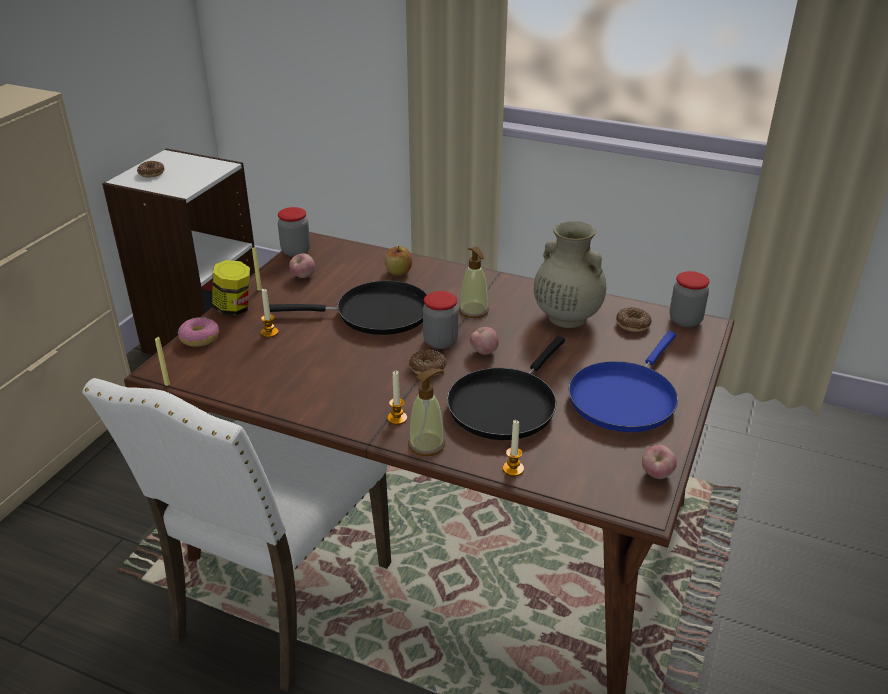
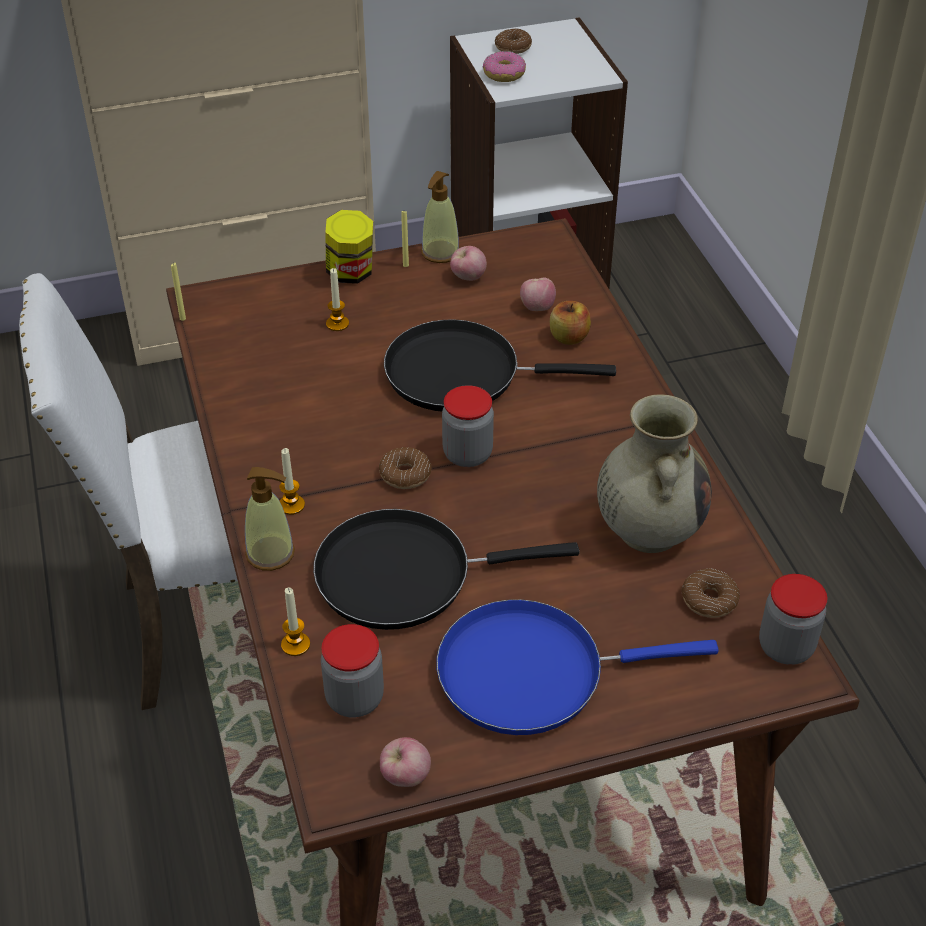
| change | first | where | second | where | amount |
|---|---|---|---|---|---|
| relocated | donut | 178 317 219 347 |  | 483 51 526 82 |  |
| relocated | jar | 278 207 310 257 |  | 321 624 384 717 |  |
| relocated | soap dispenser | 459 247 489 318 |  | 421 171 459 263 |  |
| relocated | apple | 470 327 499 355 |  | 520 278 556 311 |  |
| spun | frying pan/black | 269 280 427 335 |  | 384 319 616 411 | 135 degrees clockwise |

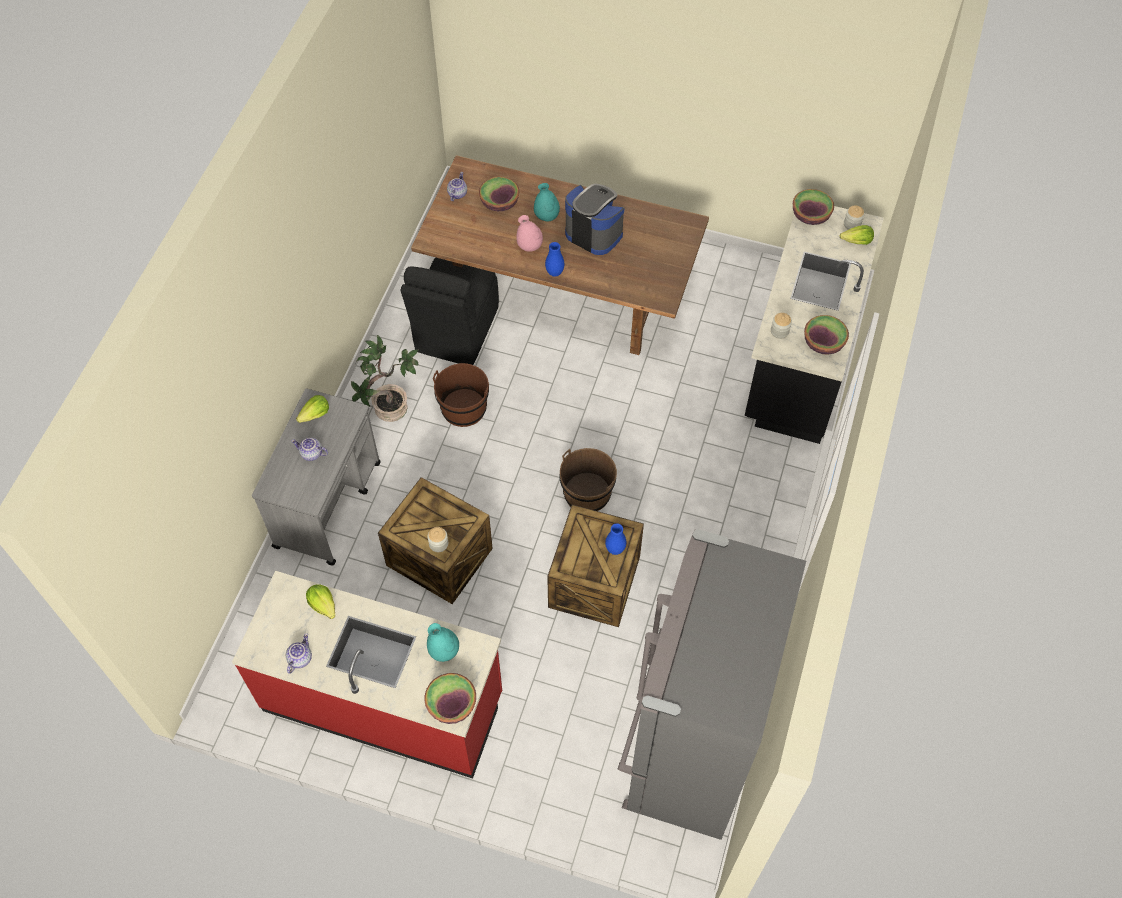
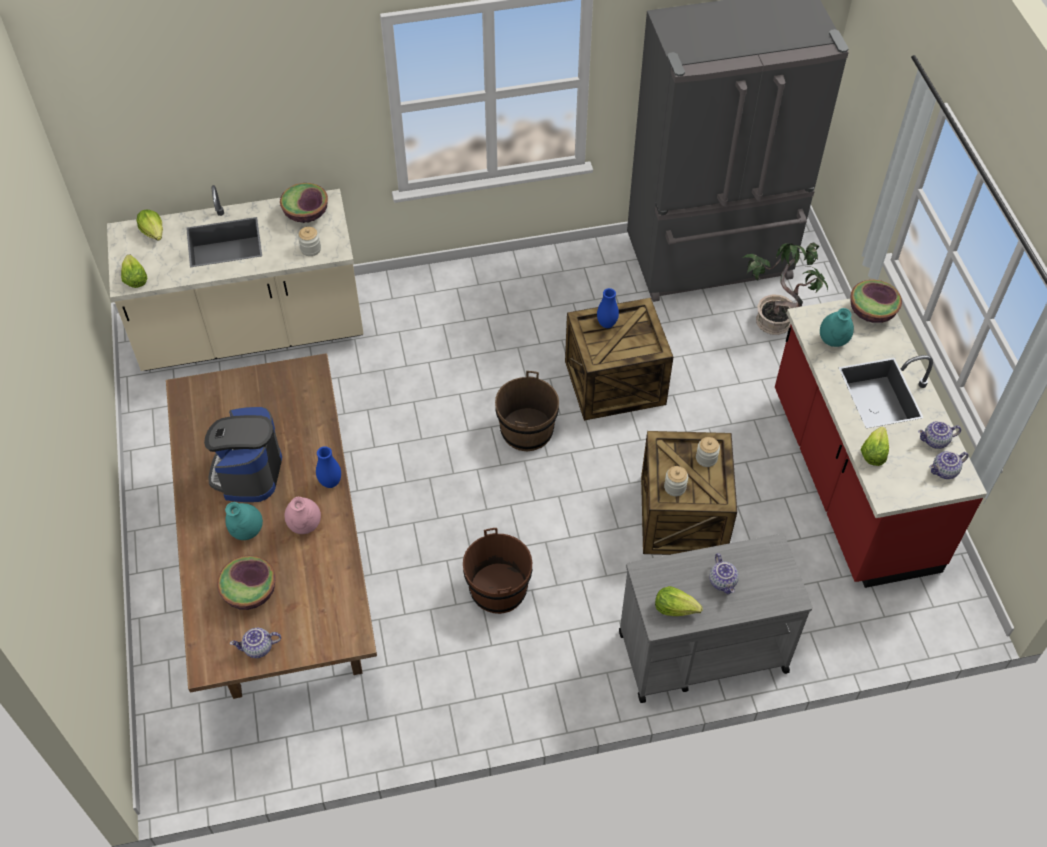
| change | first | where | second | where | amount |
|---|---|---|---|---|---|
| missing | chair/black | 401 257 499 365 |  |  |  |
| appeared |  |  | teapot | 930 451 969 479 |  |
| relocated | potted plant | 351 334 419 422 |  | 741 243 828 335 |  |
| relocated | jar | 844 206 864 230 |  | 664 466 688 496 |  |
| exchanged | bowl | 793 189 834 225 | lettuce | 121 254 148 288 |  |
| colour | counter/black | 745 206 884 444 | counter/beige | 107 185 364 371 |  |

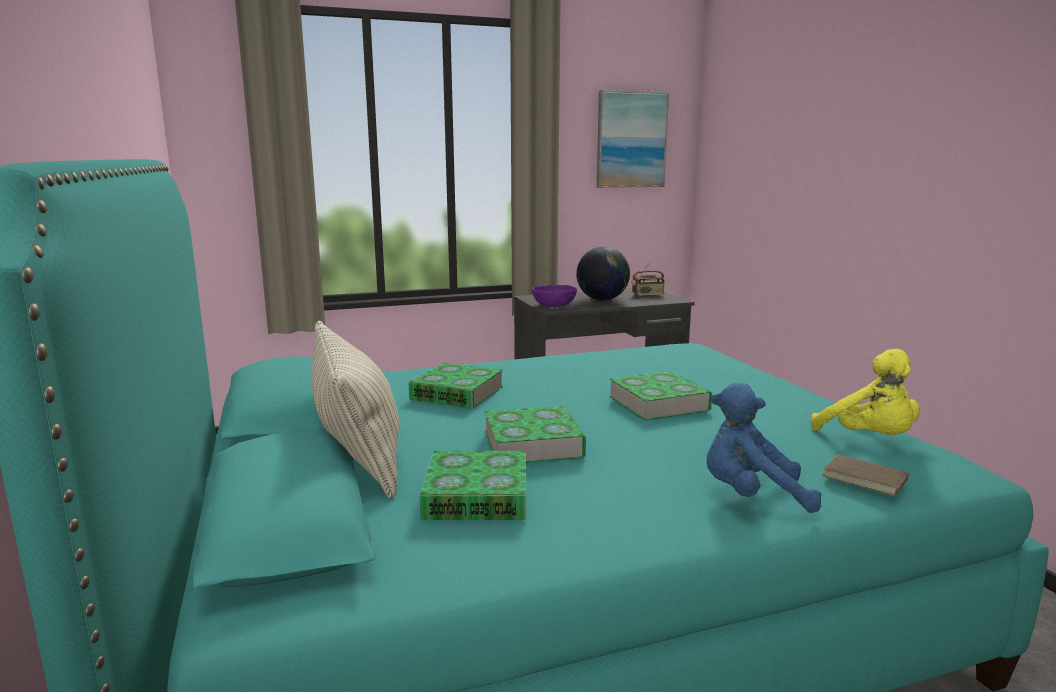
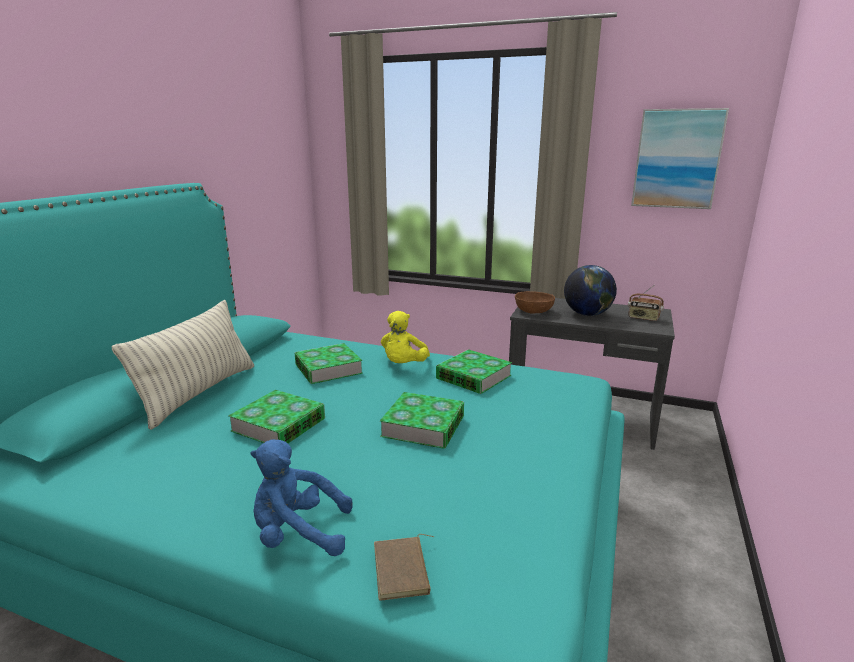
| change | first | where | second | where | amount |
|---|---|---|---|---|---|
| relocated | book | 420 451 526 520 |  | 436 349 512 394 |  |
| relocated | plush toy/yellow | 811 349 920 435 |  | 381 311 430 363 |  |
| colour | bowl/purple | 532 285 577 307 | bowl/brown | 515 291 555 314 |  |
| spun | plush toy/blue | 706 382 821 513 |  | 250 439 353 556 | 45 degrees counterclockwise |

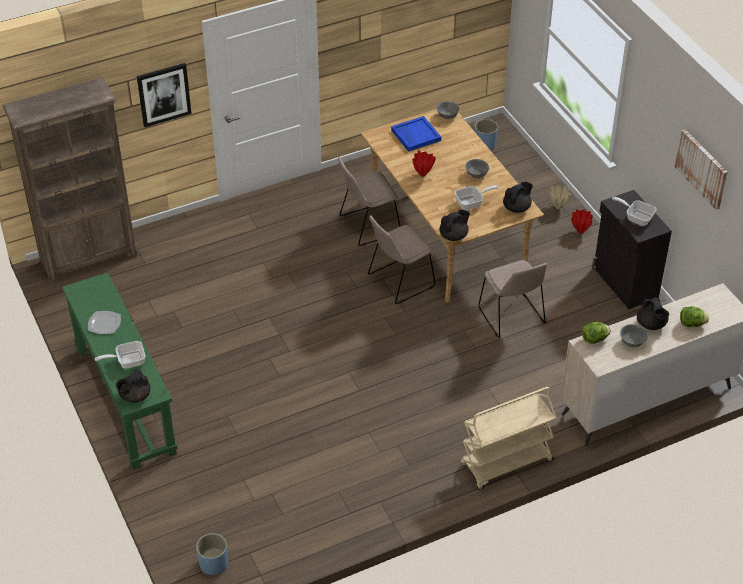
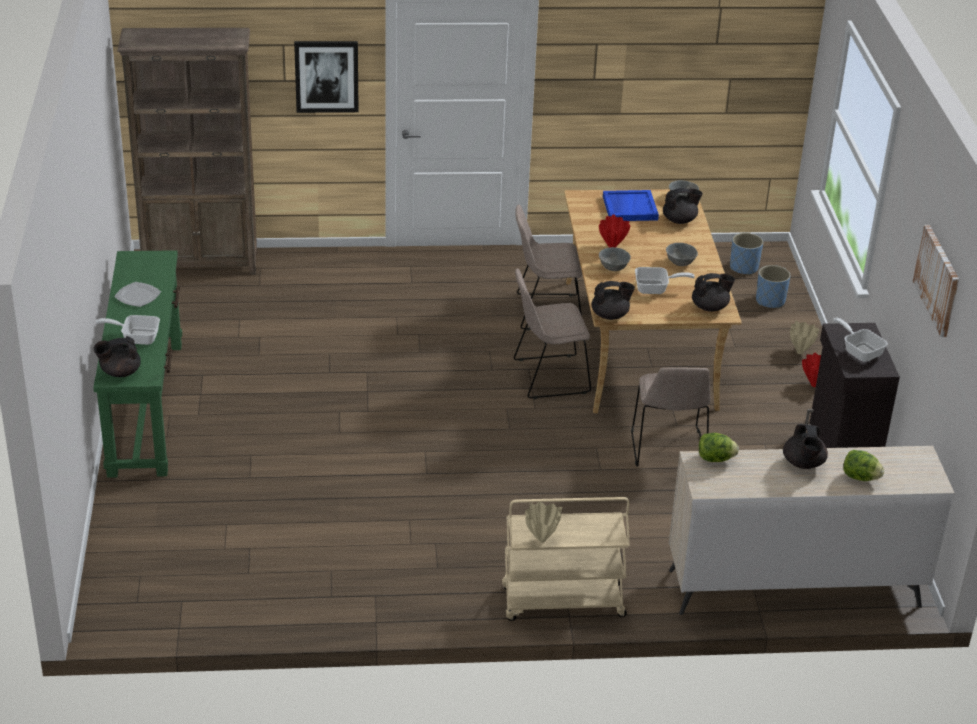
| change | first | where | second | where | amount |
|---|---|---|---|---|---|
| appeared |  |  | vase/beige | 525 502 562 542 |  |
| appeared |  |  | teapot/black | 663 188 703 224 |  |
| relocated | planter/blue | 196 533 228 575 |  | 756 265 791 309 |  |
| relocated | bowl/grey | 620 324 648 347 |  | 599 247 631 271 |  |

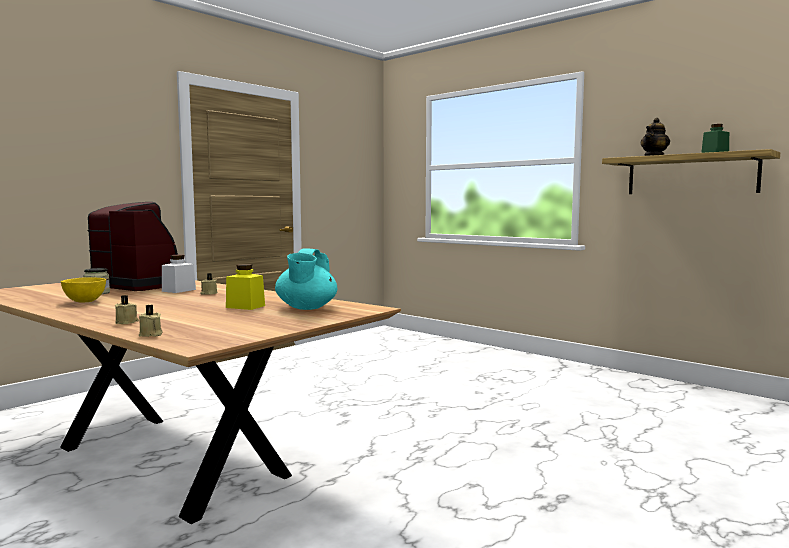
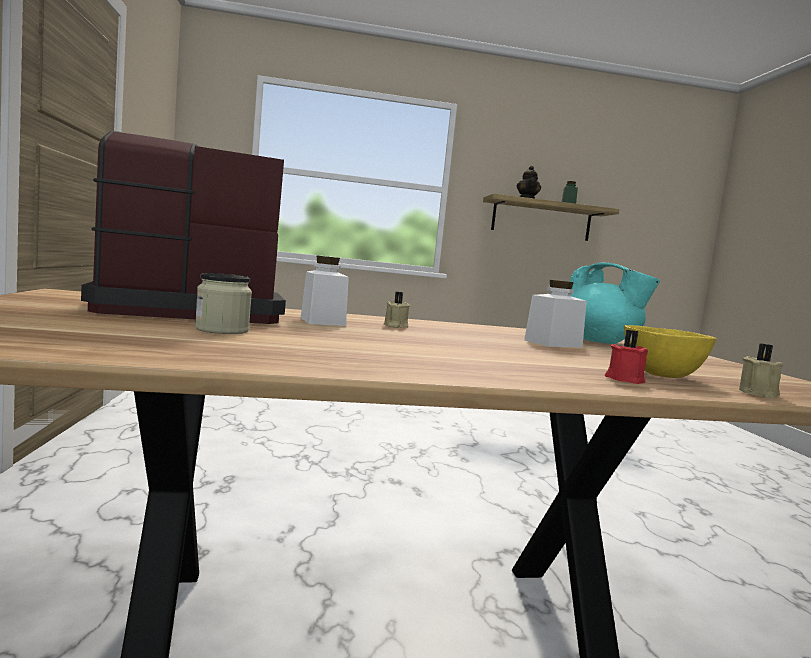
| change | first | where | second | where | amount |
|---|---|---|---|---|---|
| relocated | bowl/yellow | 61 277 106 302 |  | 624 325 716 378 |  |
| colour | candle/beige | 115 295 139 324 | candle/red | 605 330 648 384 |  |
| colour | jar/yellow | 226 264 265 310 | jar/white | 524 280 587 348 |  |

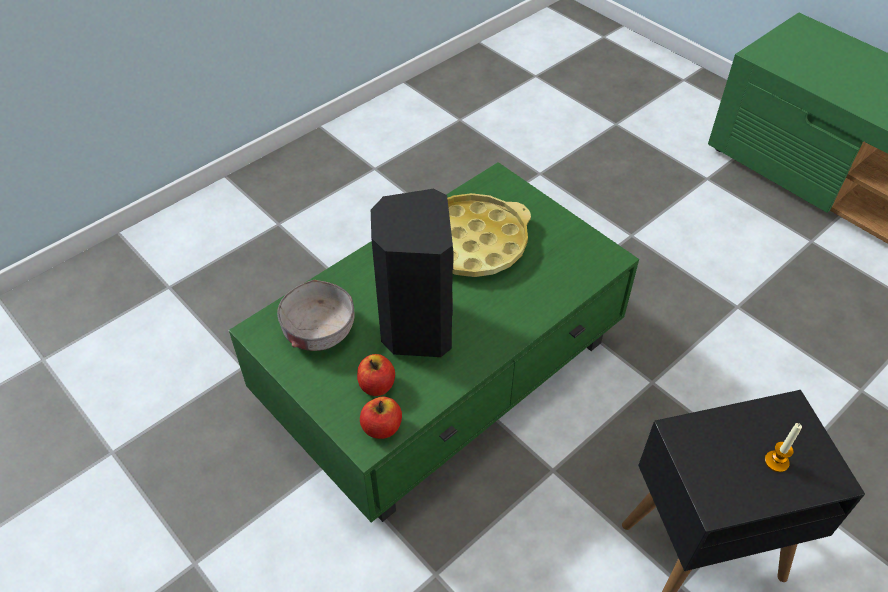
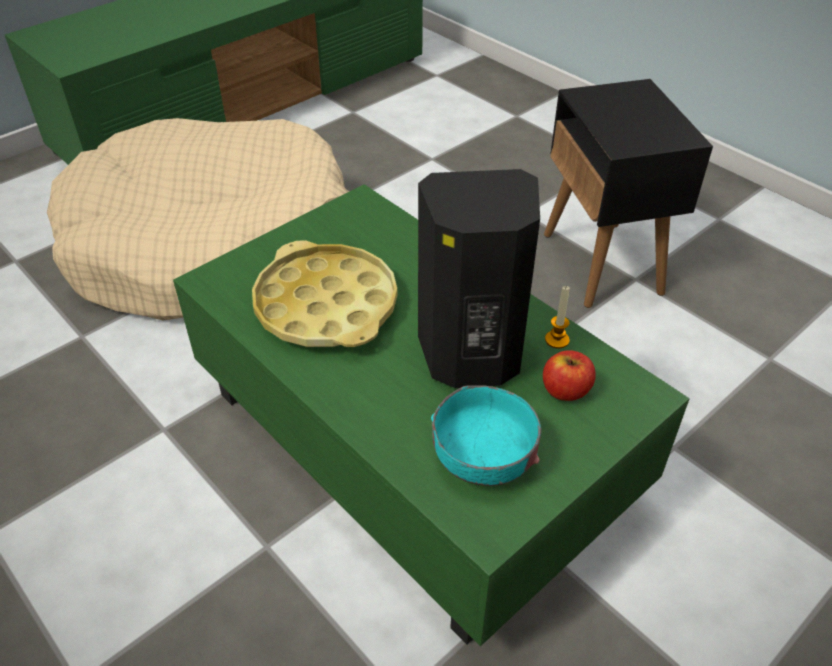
| change | first | where | second | where | amount |
|---|---|---|---|---|---|
| missing | apple | 360 396 402 439 |  |  |  |
| appeared |  |  | dog bed/beige | 47 118 349 320 |  |
| relocated | candle | 765 423 802 472 |  | 545 285 570 349 |  |
| colour | bowl/grey | 277 280 355 351 | bowl/turquoise | 431 385 541 486 |  |

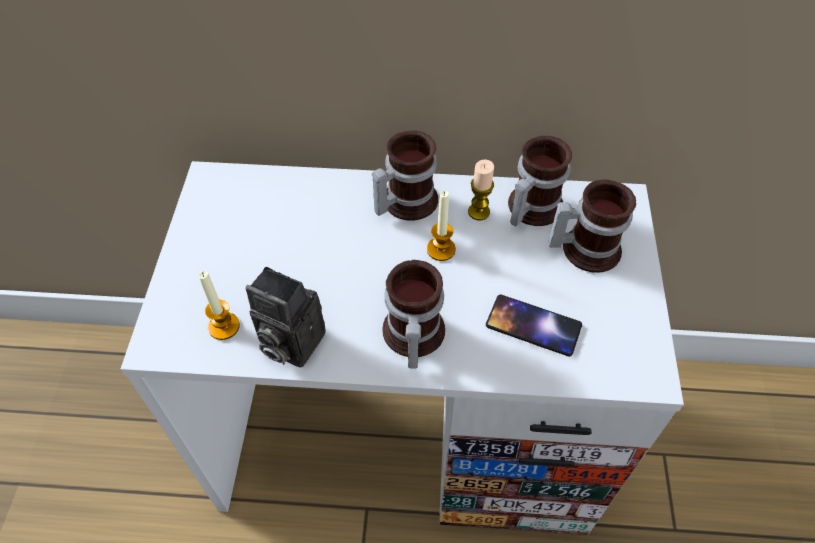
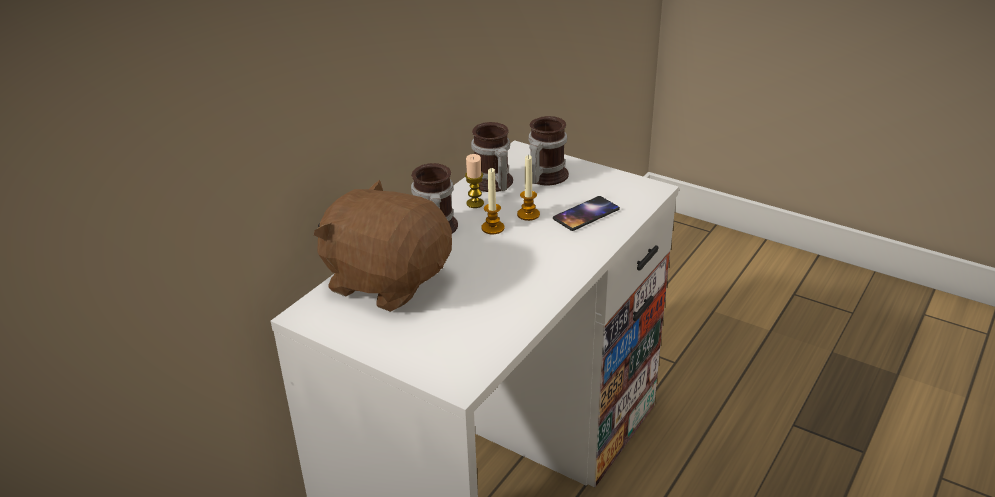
| change | first | where | second | where | amount |
|---|---|---|---|---|---|
| missing | photo camera | 246 267 326 368 |  |  |  |
| missing | mug | 382 260 445 369 |  |  |  |
| appeared |  |  | plush toy/brown | 314 179 452 312 |  |
| relocated | candle | 199 271 240 340 |  | 517 155 540 221 |  |

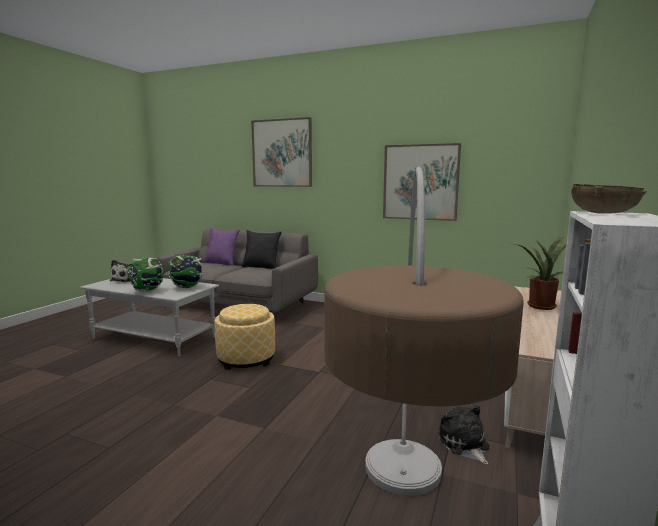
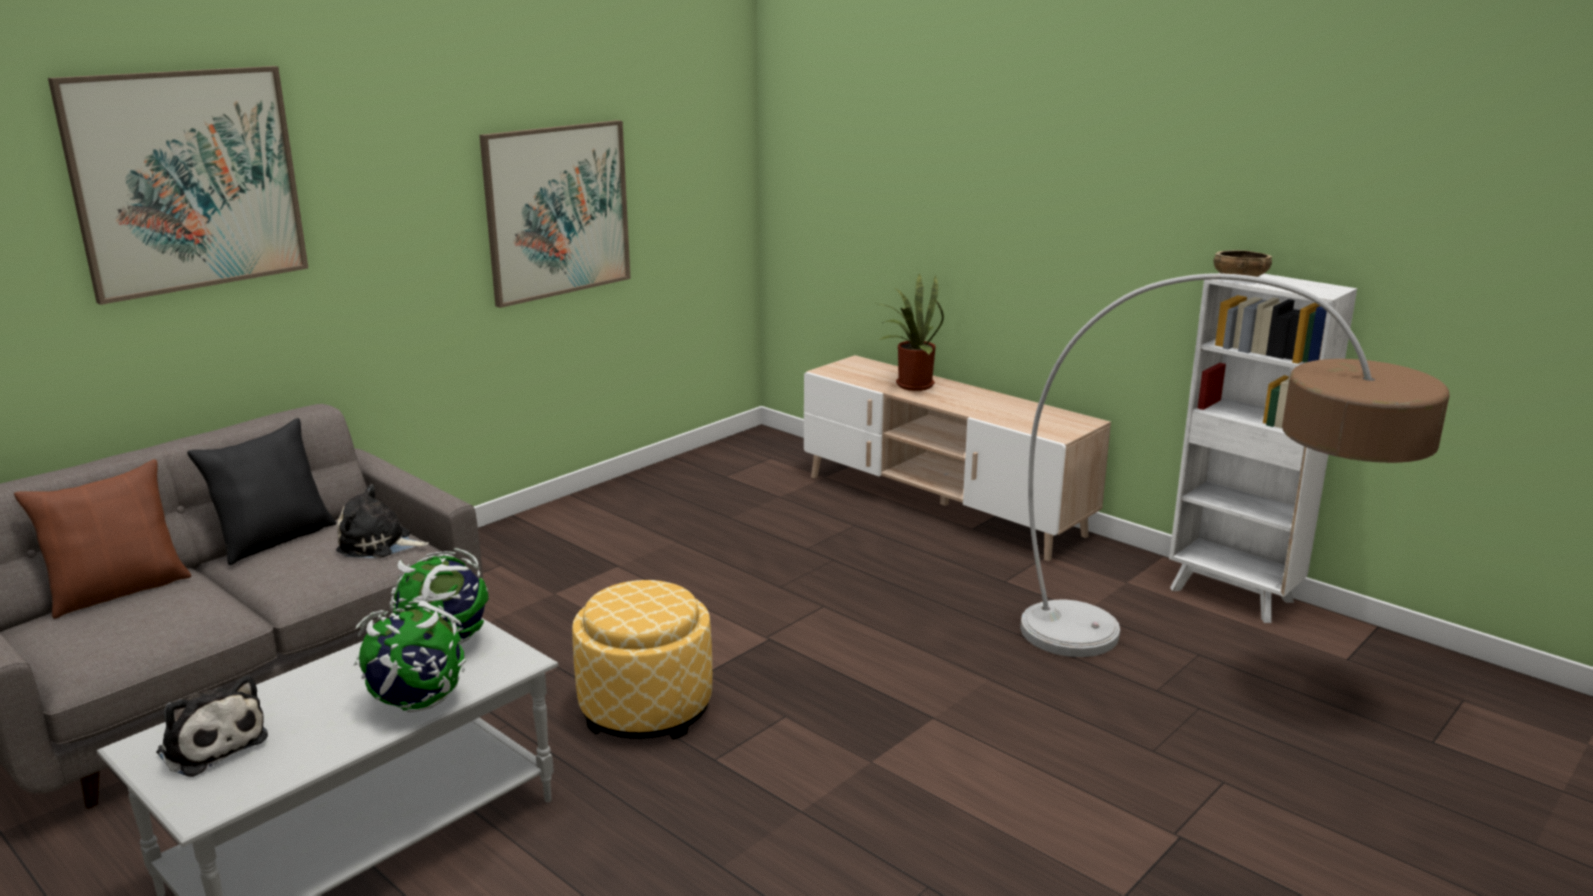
| change | first | where | second | where | amount |
|---|---|---|---|---|---|
| relocated | plush toy | 438 405 489 465 |  | 336 484 429 558 |  |
| colour | pillow/purple | 204 228 240 266 | pillow/brown | 14 459 191 619 |  |

